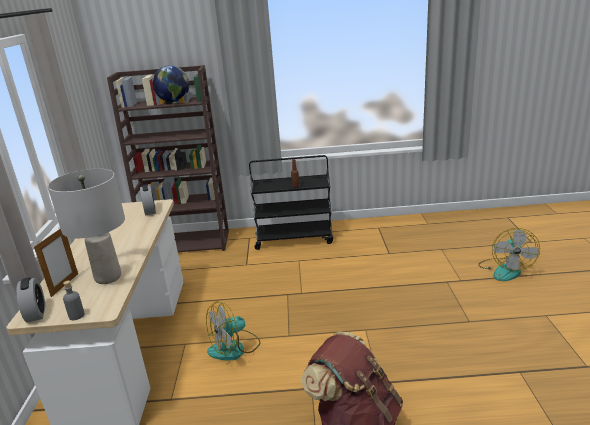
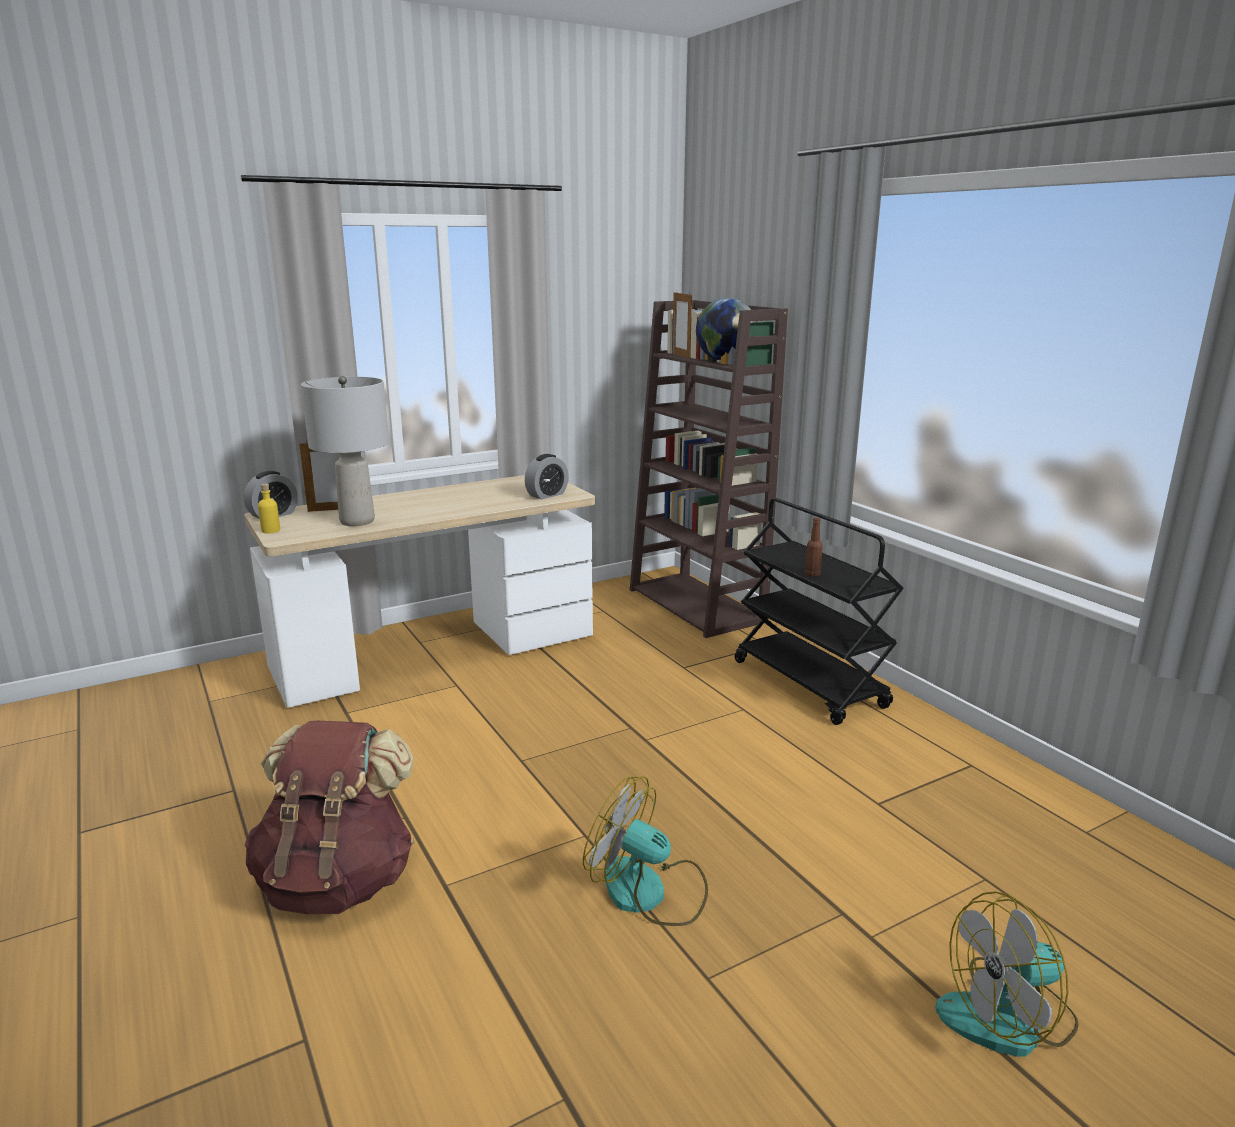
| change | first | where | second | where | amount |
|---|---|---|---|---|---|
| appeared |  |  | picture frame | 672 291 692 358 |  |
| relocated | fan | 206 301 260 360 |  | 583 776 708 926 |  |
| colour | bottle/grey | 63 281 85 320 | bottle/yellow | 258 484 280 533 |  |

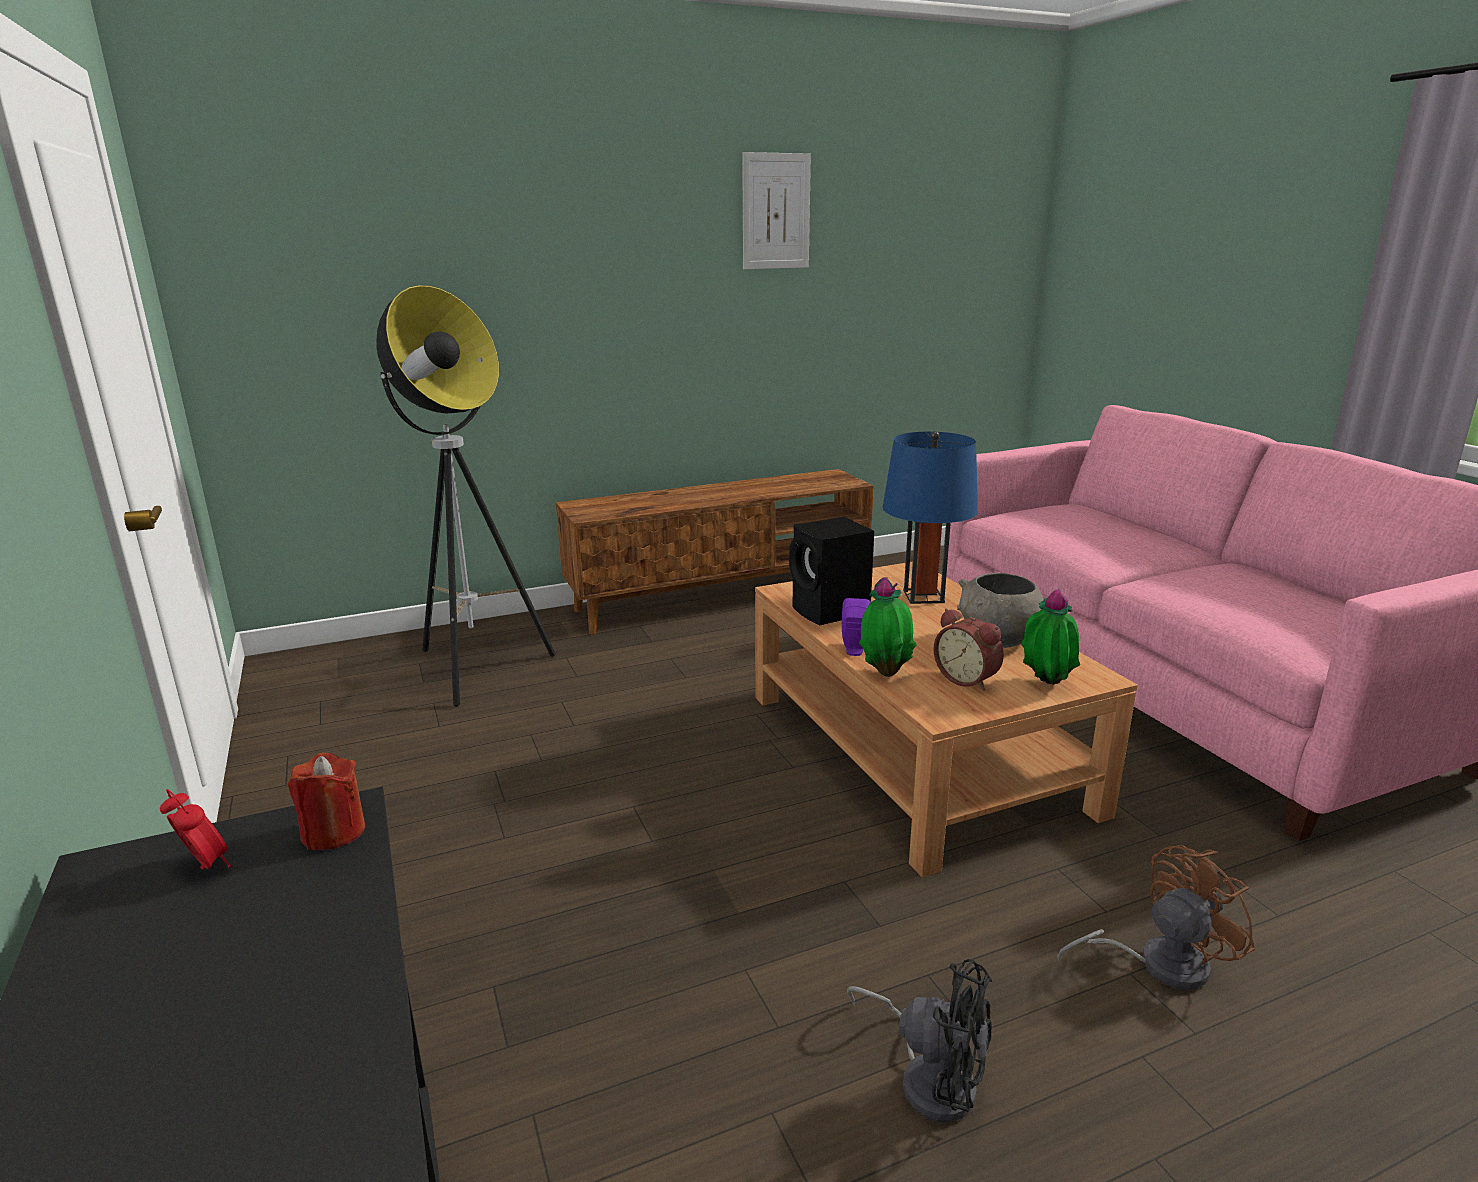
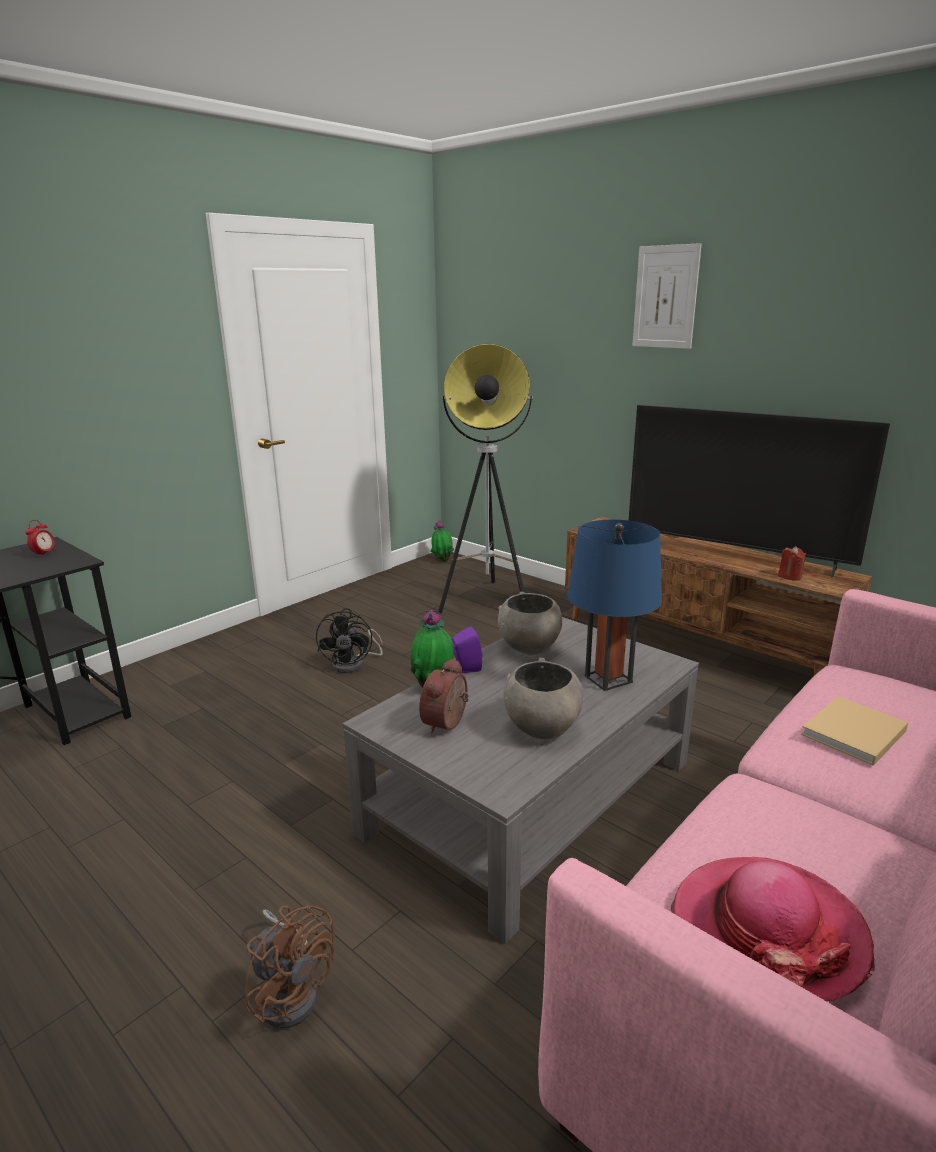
| change | first | where | second | where | amount |
|---|---|---|---|---|---|
| appeared |  |  | television | 629 405 890 578 |  |
| appeared |  |  | hat | 671 857 875 1001 |  |
| appeared |  |  | book/beige | 801 696 909 766 |  |
| relocated | candle/red | 288 753 365 850 |  | 778 546 806 580 |  |
| relocated | picture | 742 152 811 269 |  | 632 243 702 349 |  |
| relocated | fan/black | 847 959 992 1122 |  | 316 608 383 673 |  |
| relocated | potted plant | 1021 589 1080 685 |  | 430 520 454 562 |  |
| exchanged | speaker/black | 789 517 874 625 | bowl/grey | 498 592 562 655 |  |
| colour | coffee table/brown | 755 561 1138 877 | coffee table/grey | 343 617 699 944 |  |

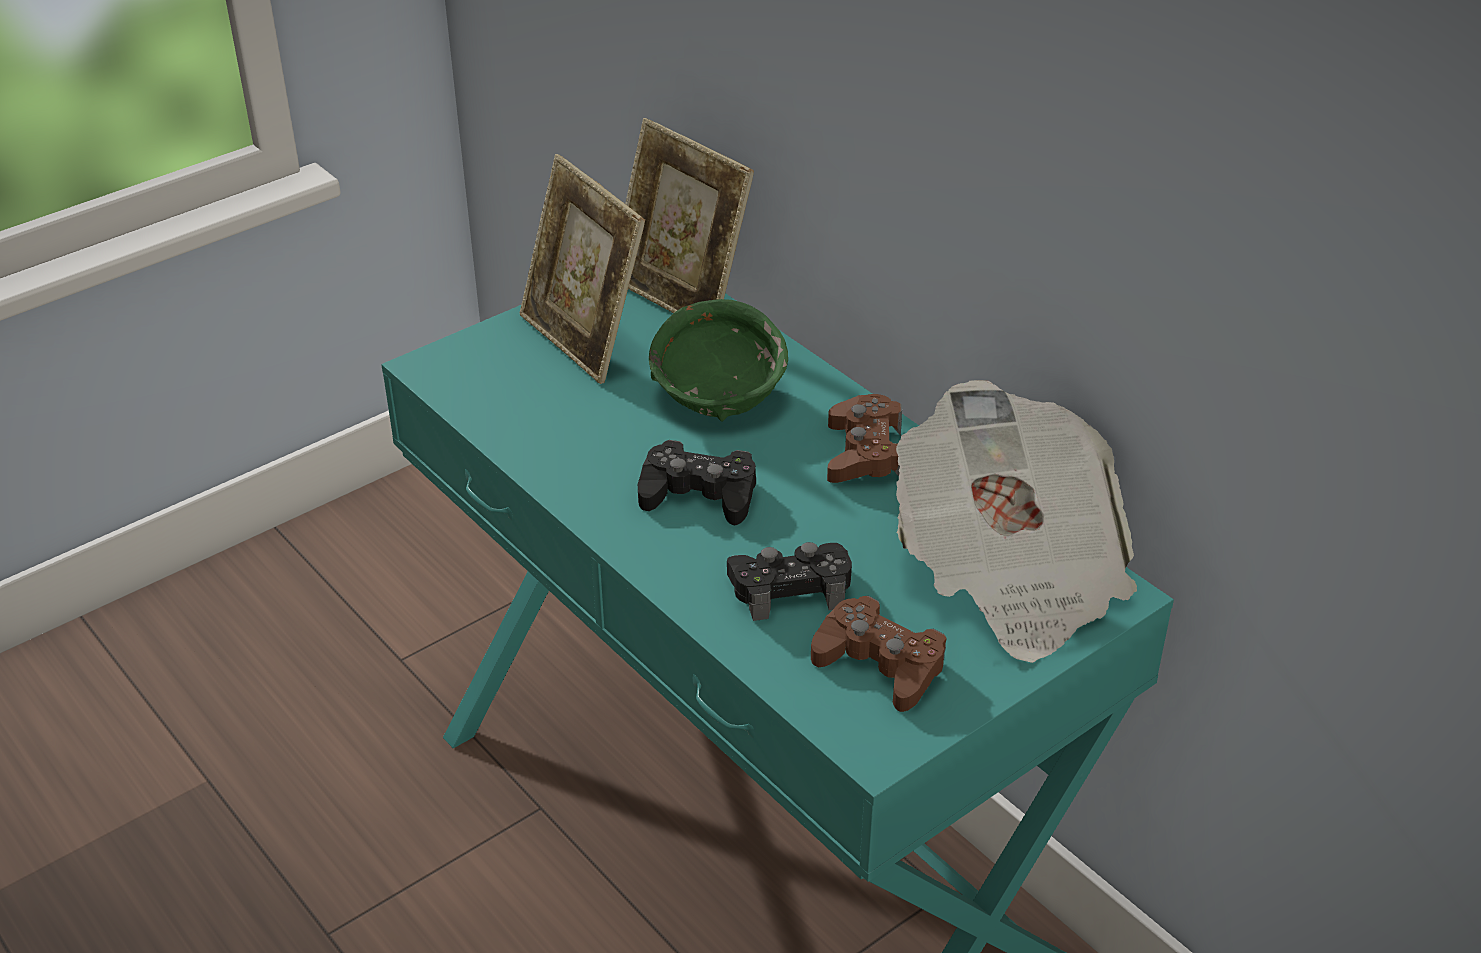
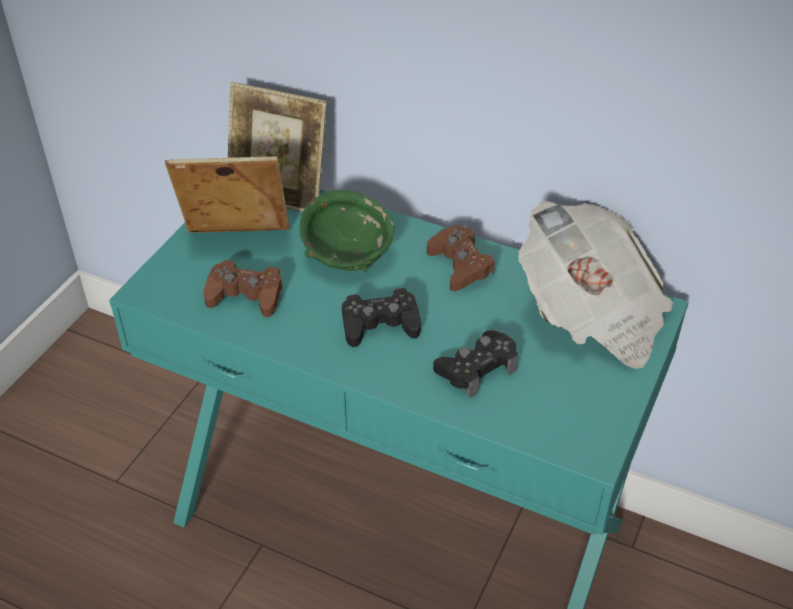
| change | first | where | second | where | amount |
|---|---|---|---|---|---|
| relocated | game controller/brown | 811 596 947 712 |  | 204 260 282 317 |  |
| spun | picture frame | 519 154 645 384 |  | 165 156 289 233 | 150 degrees clockwise |

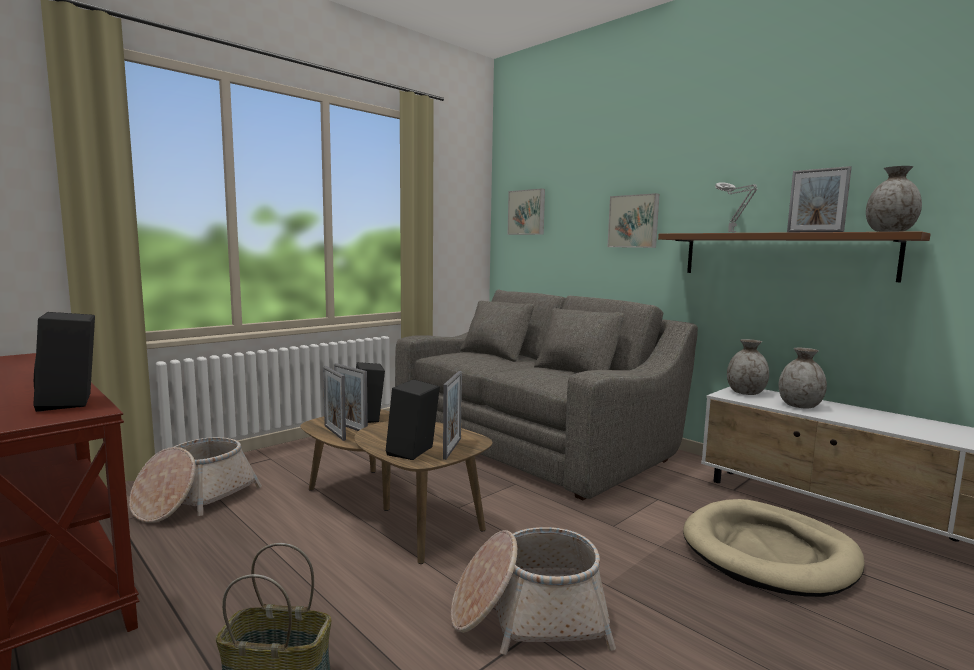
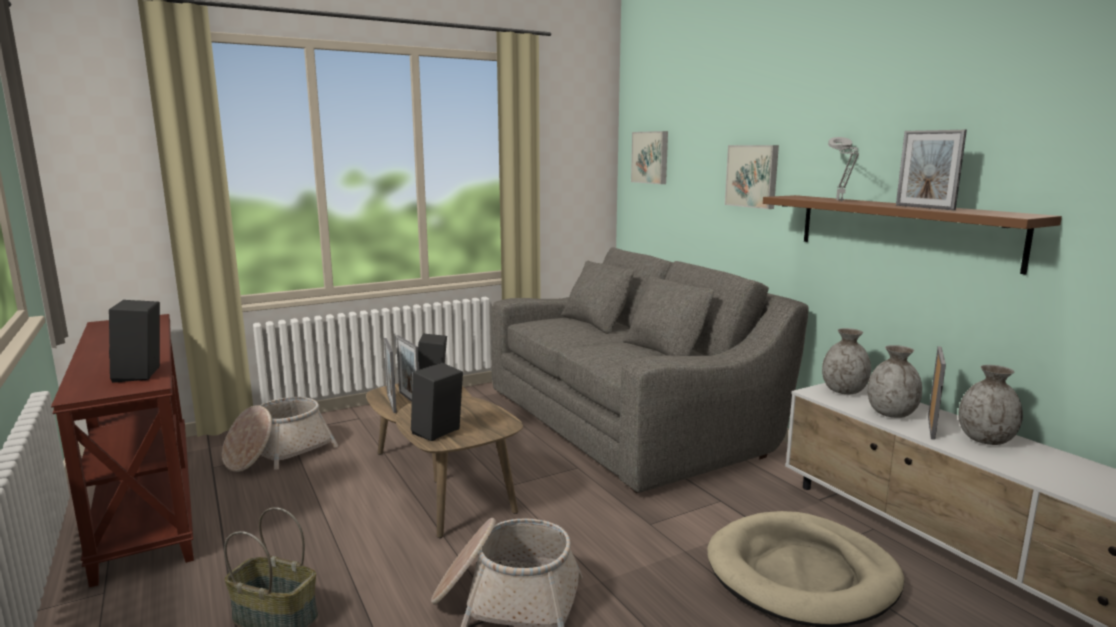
| change | first | where | second | where | amount |
|---|---|---|---|---|---|
| relocated | picture frame | 443 371 462 460 |  | 928 346 946 440 |  |
| relocated | vase/grey | 866 166 922 232 |  | 958 365 1023 445 |  |

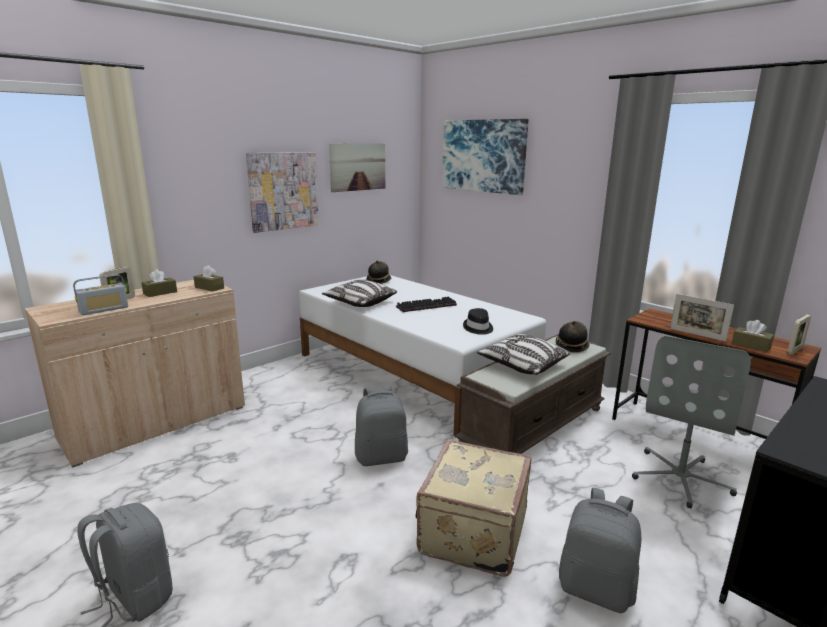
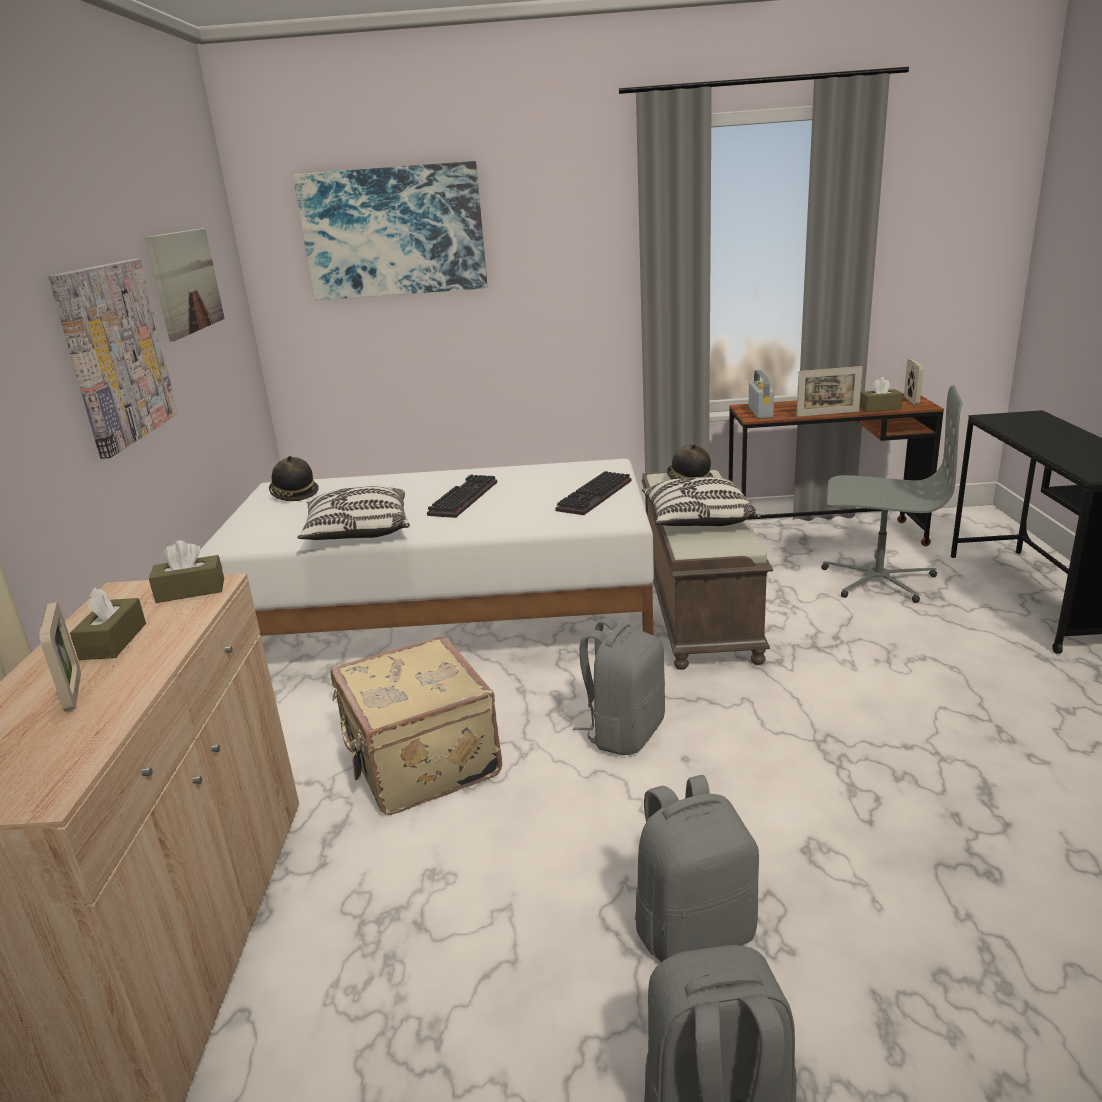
| change | first | where | second | where | amount |
|---|---|---|---|---|---|
| relocated | radio | 73 274 128 315 |  | 748 370 774 419 |  |
| relocated | suitcase/beige | 415 439 532 577 |  | 331 635 502 815 |  |
| relocated | backpack/grey | 559 487 641 613 |  | 635 775 759 962 |  |
| exchanged | hat/black | 463 308 493 335 | keyboard | 555 471 631 515 |  |
| spun | office chair/grey | 632 336 751 508 |  | 821 385 963 603 | 60 degrees counterclockwise |

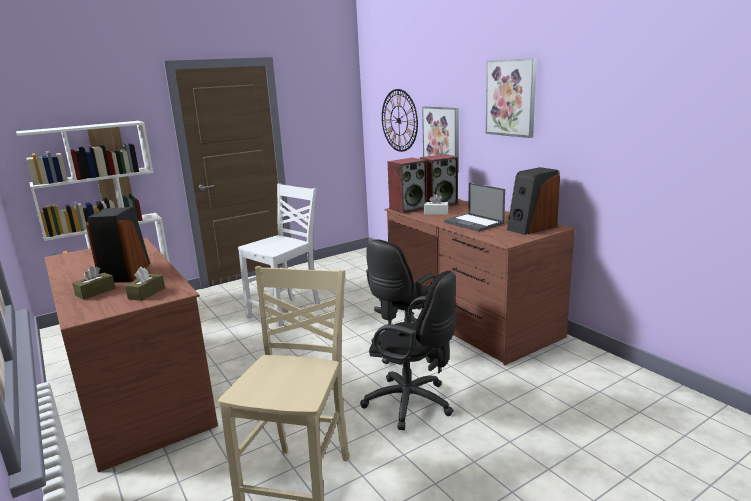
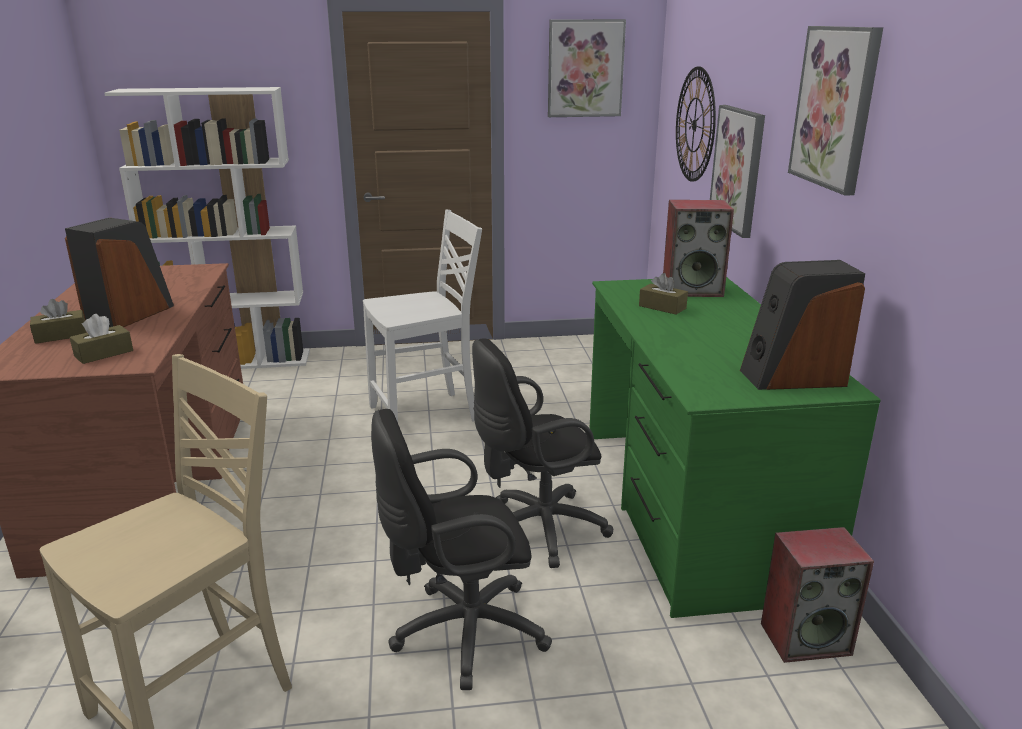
| change | first | where | second | where | amount |
|---|---|---|---|---|---|
| missing | laptop | 444 183 505 232 |  |  |  |
| appeared |  |  | picture | 548 19 626 117 |  |
| relocated | speaker | 388 158 427 213 |  | 761 527 874 663 |  |
| colour | desk/brown | 385 199 575 365 | desk/green | 590 277 881 618 |  |
| colour | tissue box/white | 424 194 448 215 | tissue box/brown | 639 273 688 315 |  |
| spun | office chair/black | 360 271 456 430 |  | 371 409 552 690 | 105 degrees clockwise |

